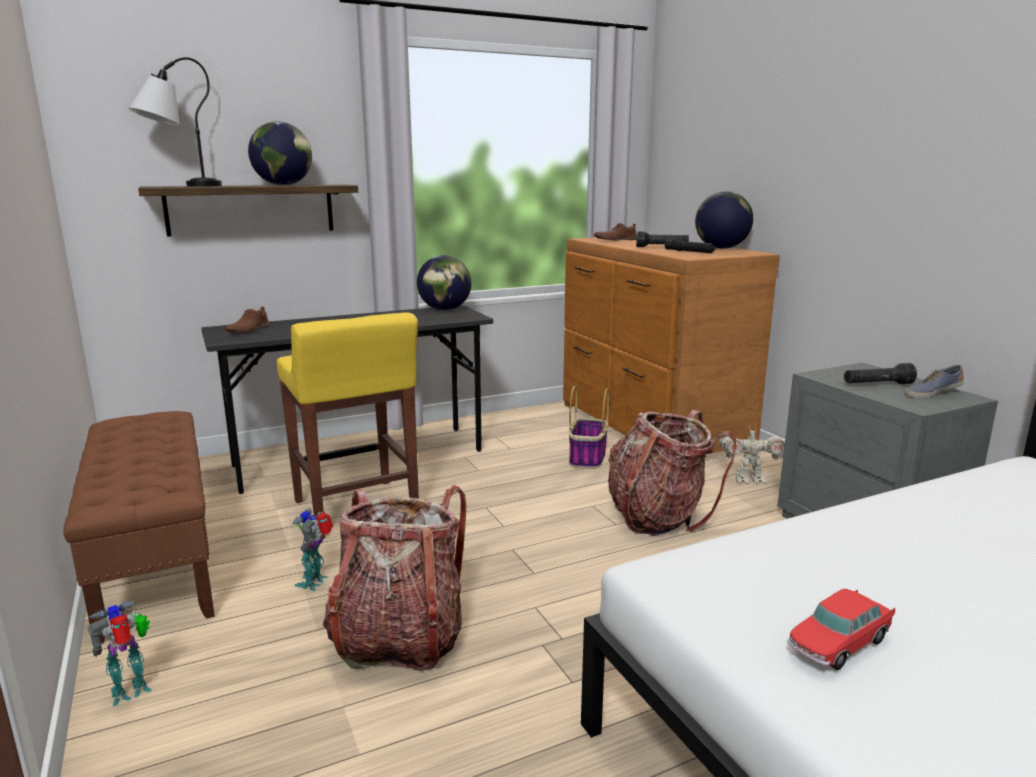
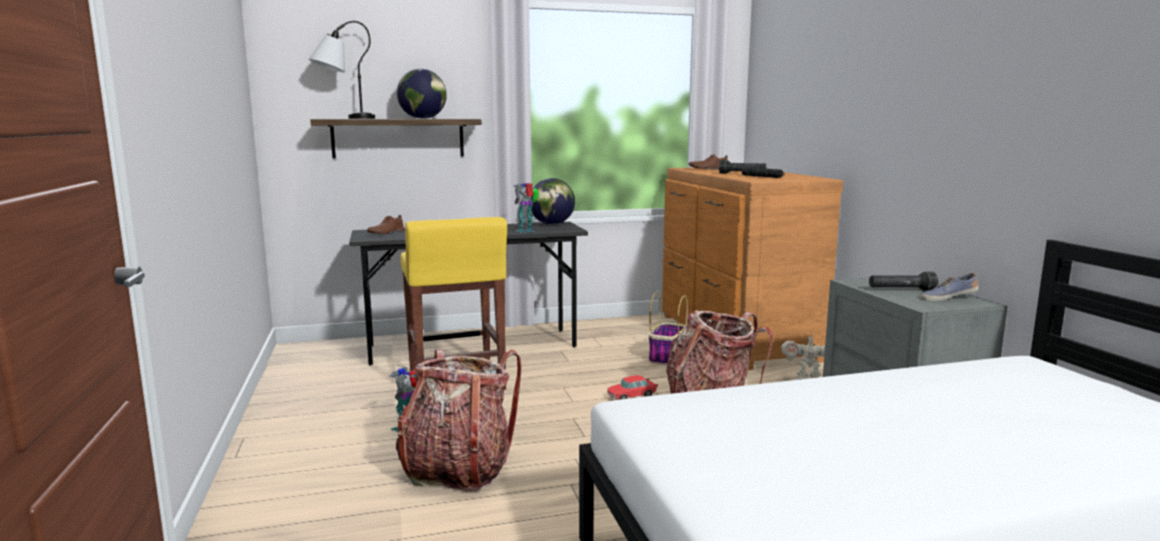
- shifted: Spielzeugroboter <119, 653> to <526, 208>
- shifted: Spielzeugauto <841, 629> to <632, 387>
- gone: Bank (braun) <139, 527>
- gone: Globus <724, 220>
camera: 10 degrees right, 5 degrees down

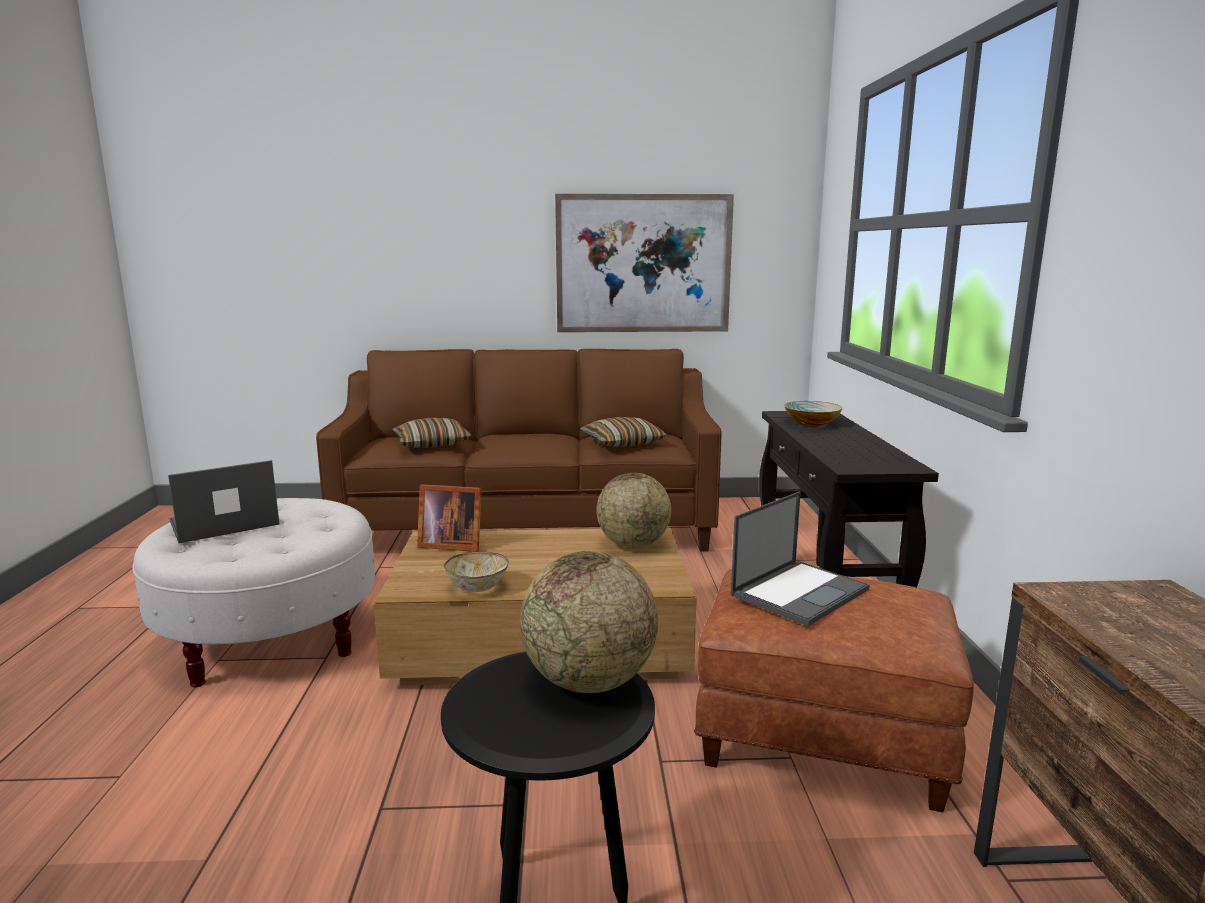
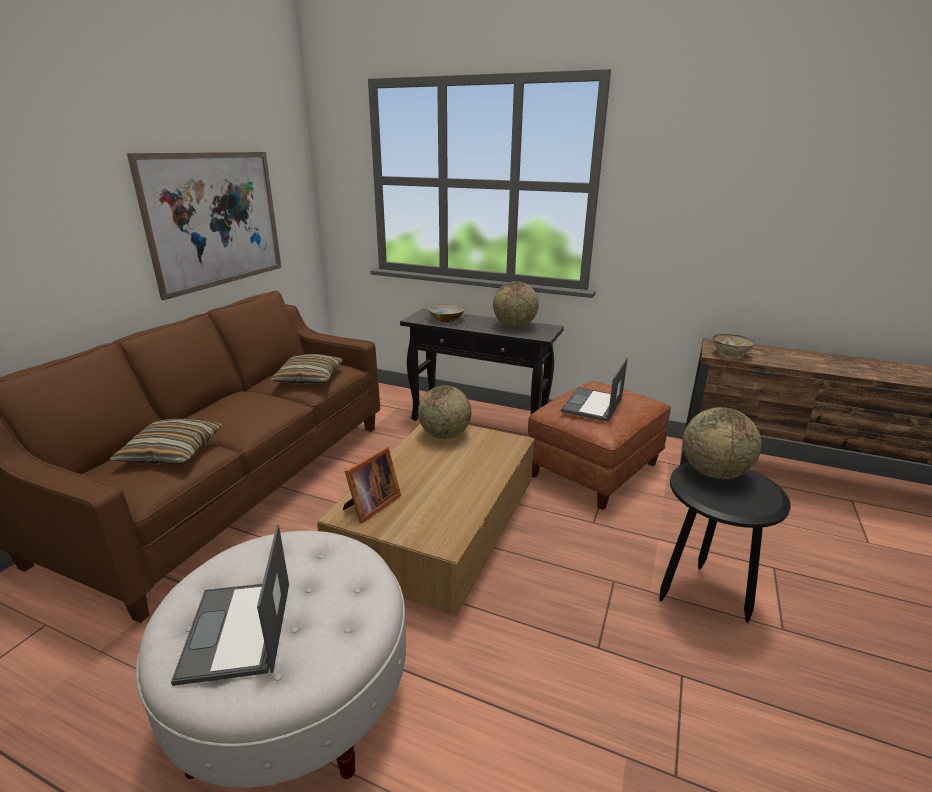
- new: Globus <516, 304>
- rotated: Laptop <800, 558> = <594, 390> 135 degrees counterclockwise
- shifted: Schüssel <476, 572> to <734, 345>
camera: 65 degrees left, 10 degrees up

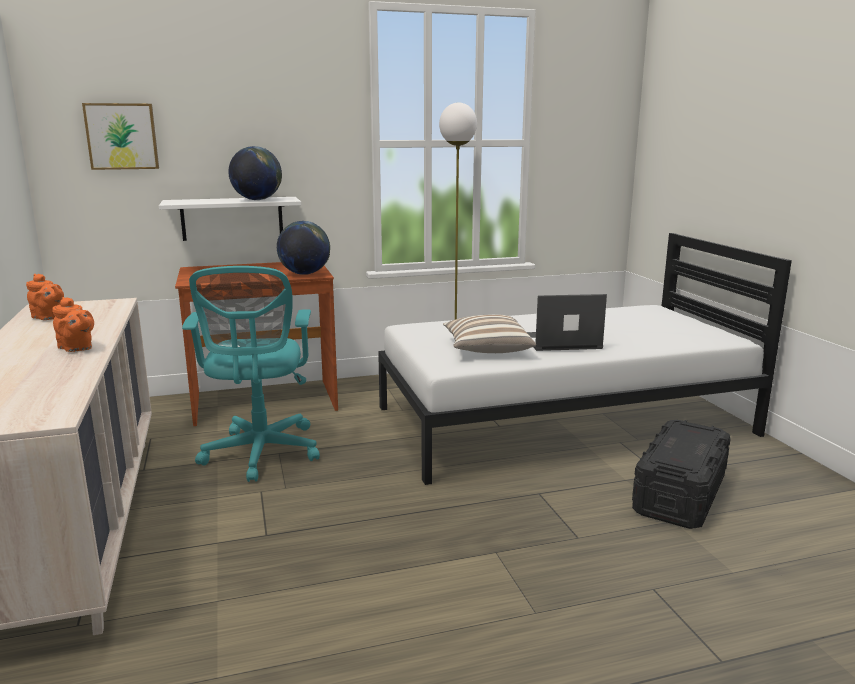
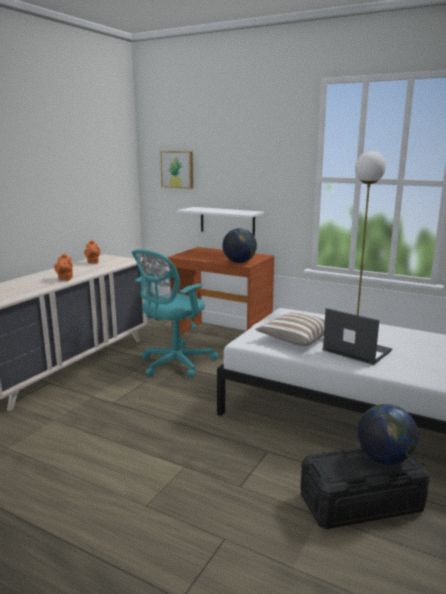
- shifted: Globus <255, 173> to <388, 434>
camera: 45 degrees right, 0 degrees up

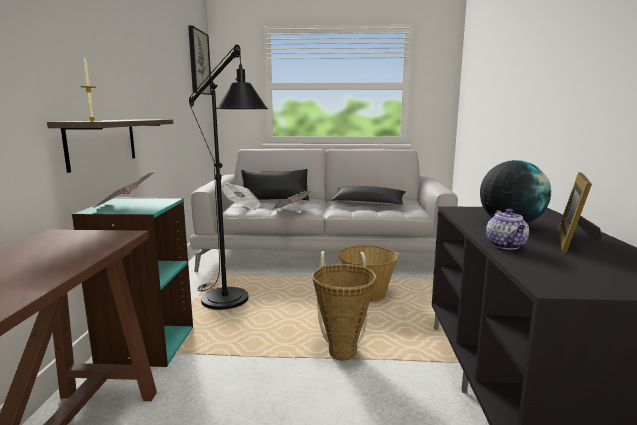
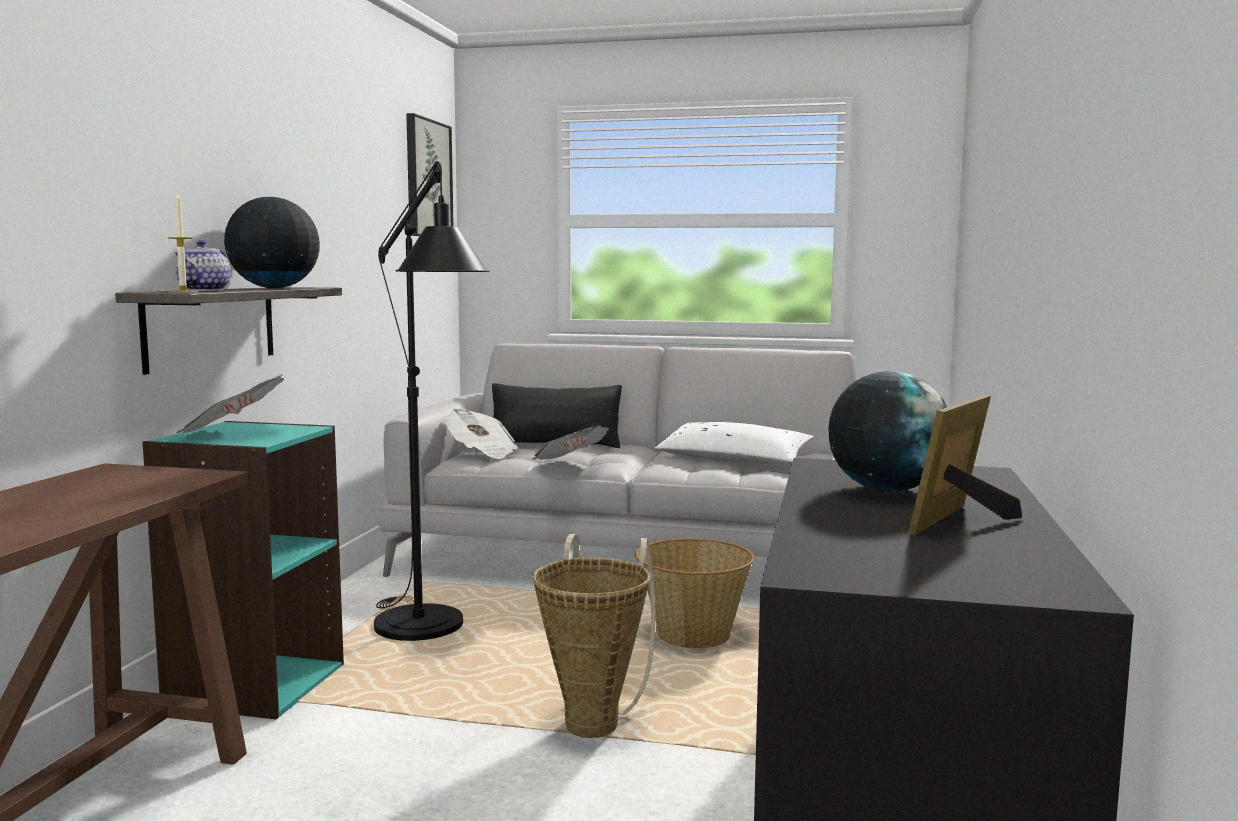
- shifted: Teekanne <507, 229> to <203, 265>
- new: Globus <272, 242>
- repainted: Kissen (schwarz) <368, 196> to Kissen (weiß) <734, 443>
camera: 10 degrees right, 5 degrees down

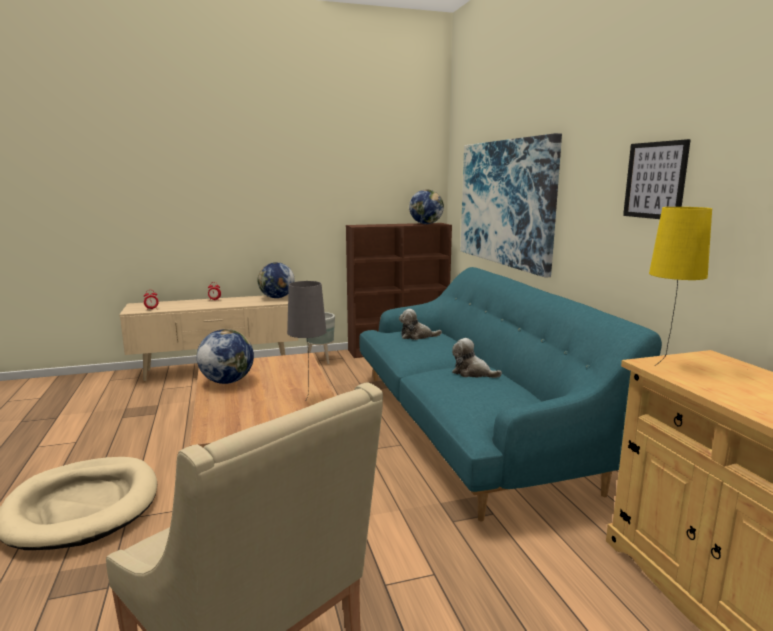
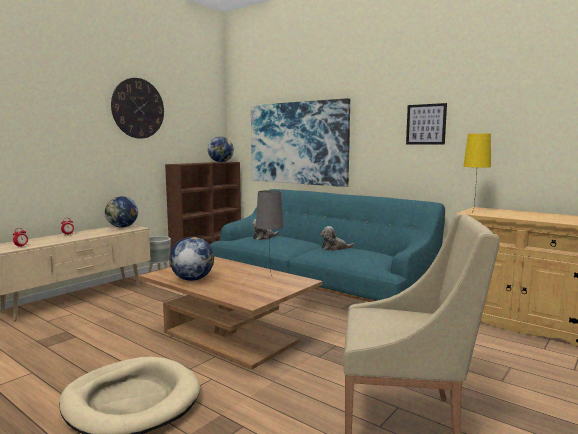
- new: Wanduhr <137, 108>
camera: 35 degrees left, 5 degrees down

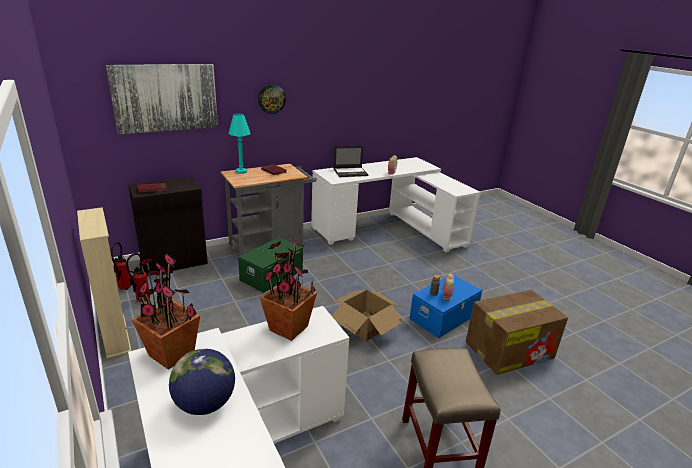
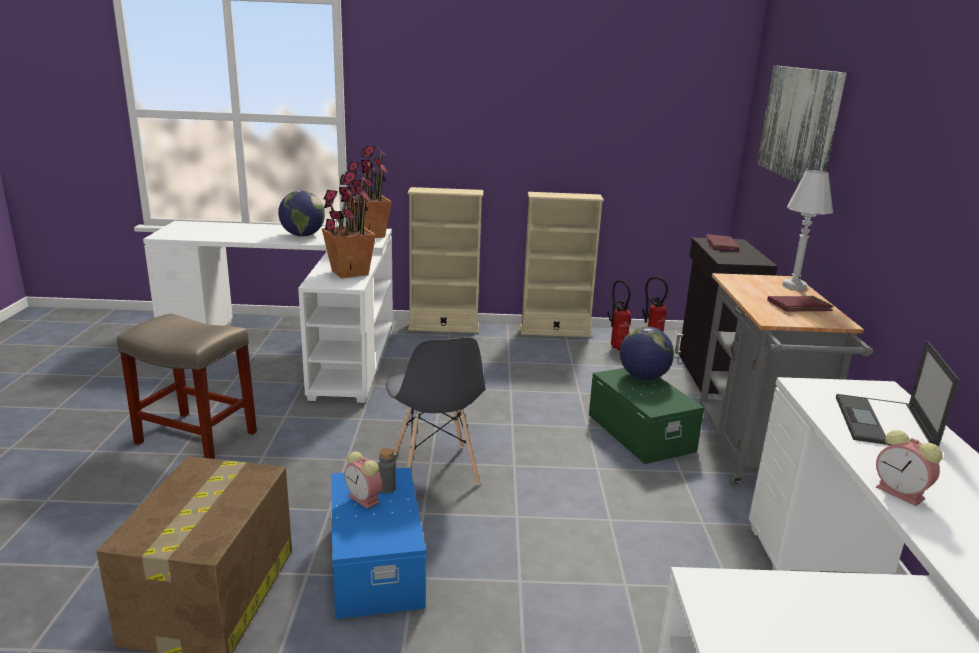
- swapped: Karton <367, 315> to Stuhl (grau) <435, 411>
- new: Bücherregal (beige) <445, 260>
- new: Globus <647, 353>
- repainted: Tischlampe (türkis) <240, 143> to Tischlampe (weiß) <807, 230>
- gone: Wanduhr <272, 99>
camera: 120 degrees right, 5 degrees down

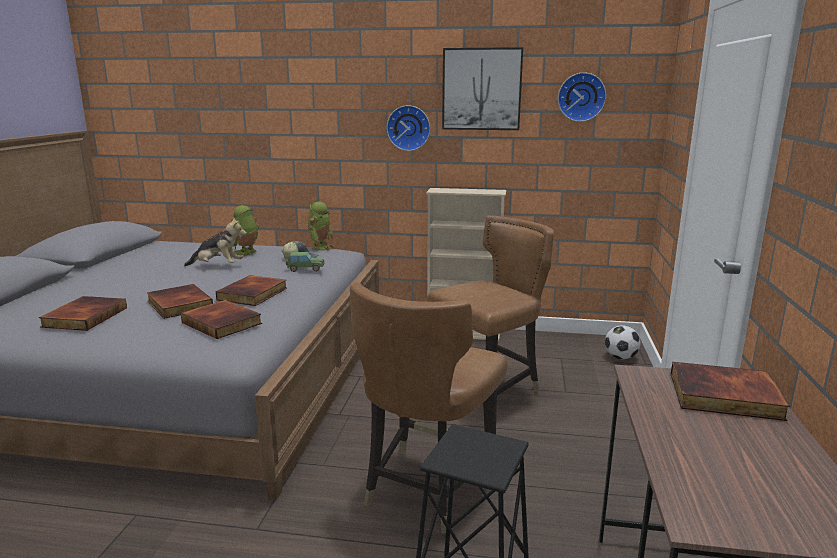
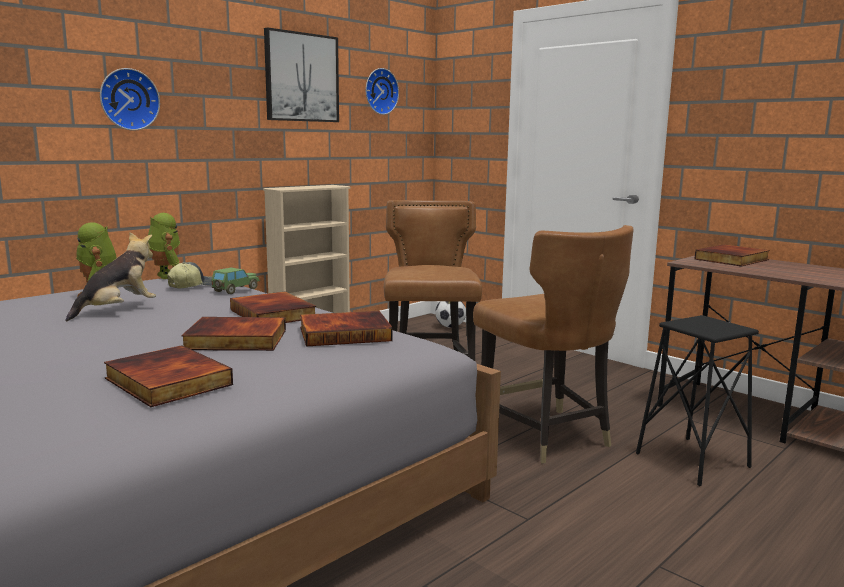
- shifted: Wanduhr <408, 128> to <130, 99>
camera: 55 degrees left, 5 degrees down

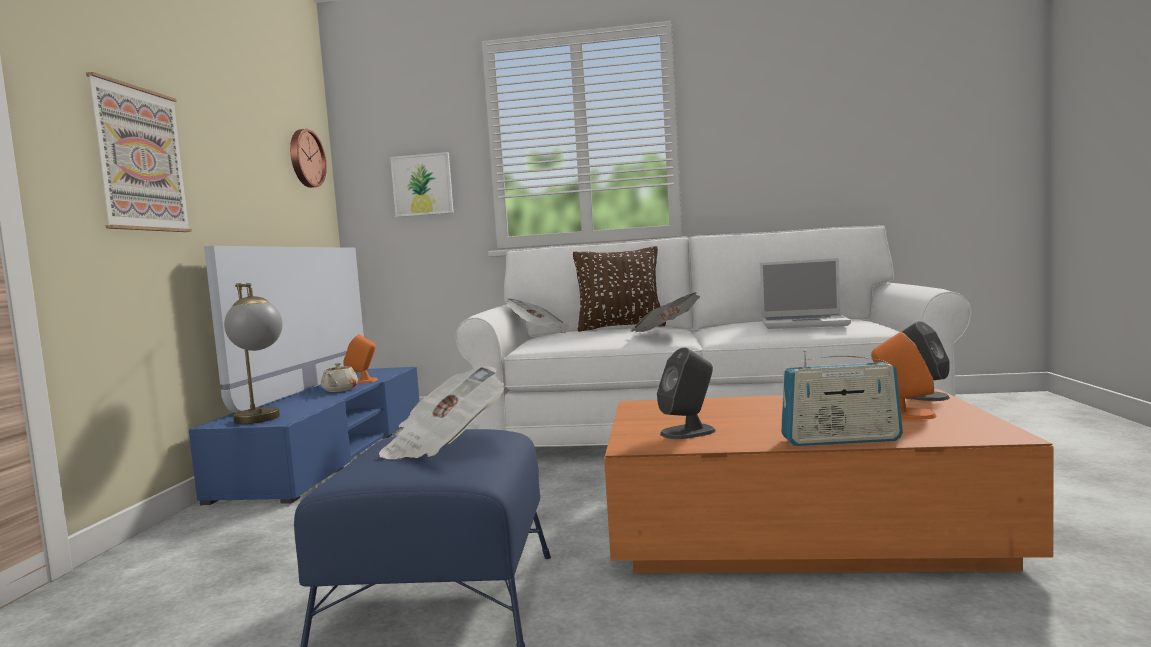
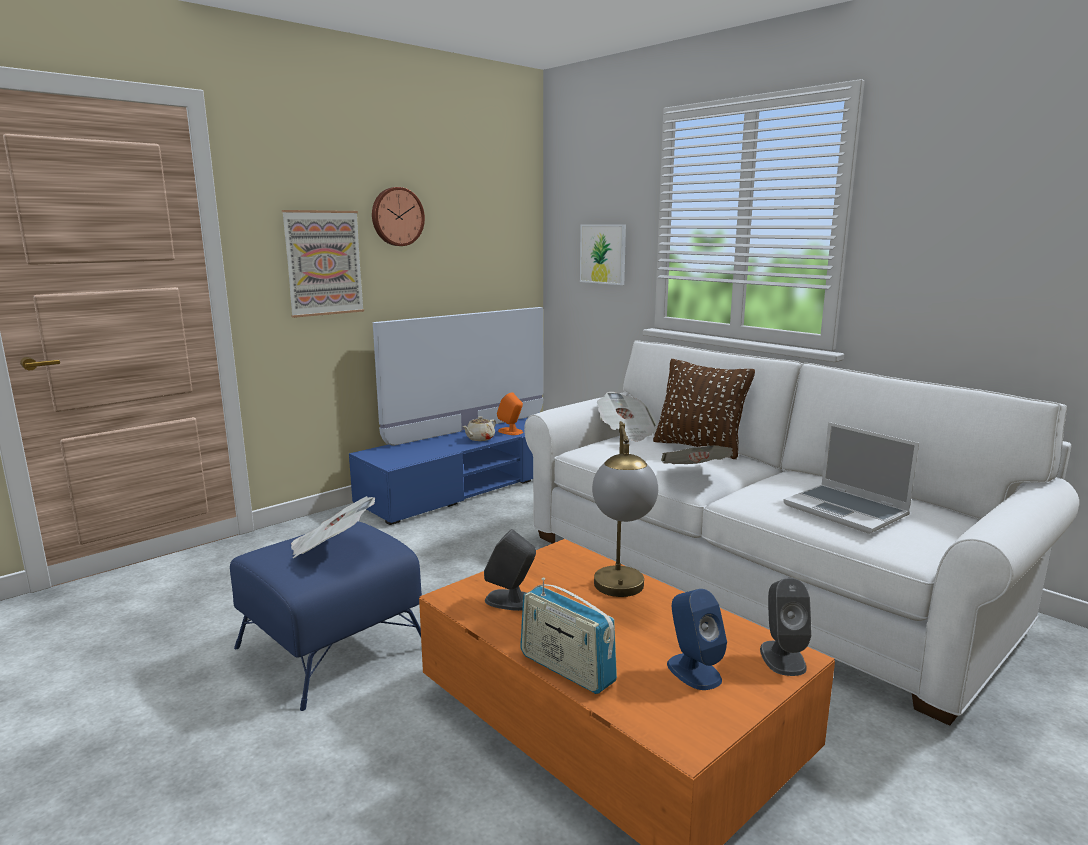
- shifted: Wanduhr <308, 158> to <398, 216>
- shifted: Tischlampe <253, 353> to <625, 509>
- repainted: Lautsprecher (orange) <904, 376> to Lautsprecher (blau) <697, 639>
camera: 40 degrees right, 10 degrees up

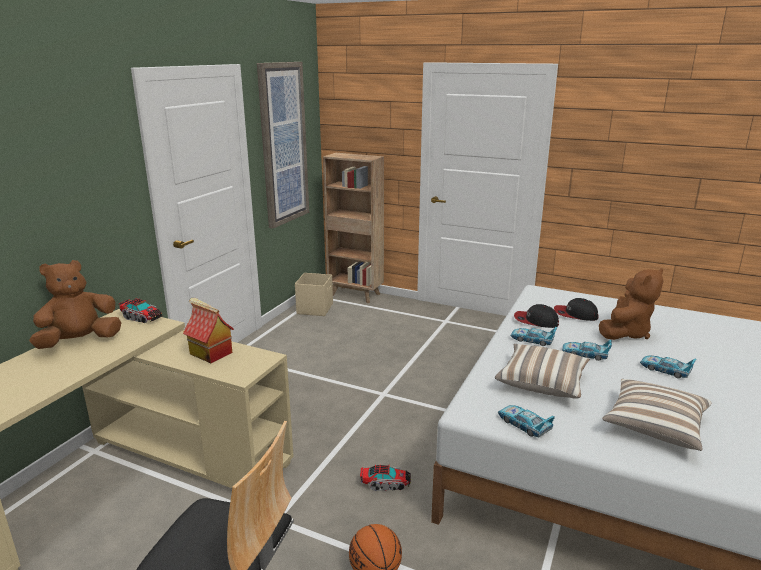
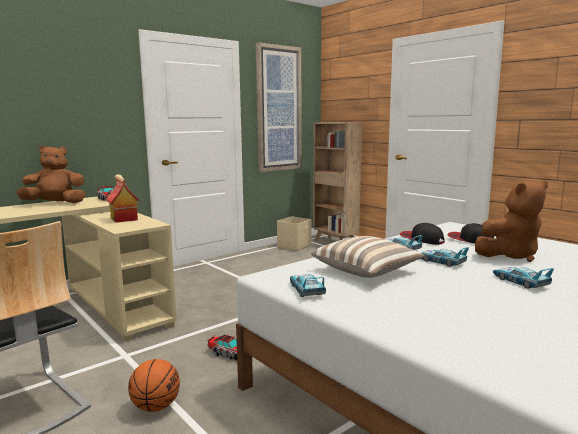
- gone: Kissen <657, 415>
camera: 25 degrees right, 10 degrees down

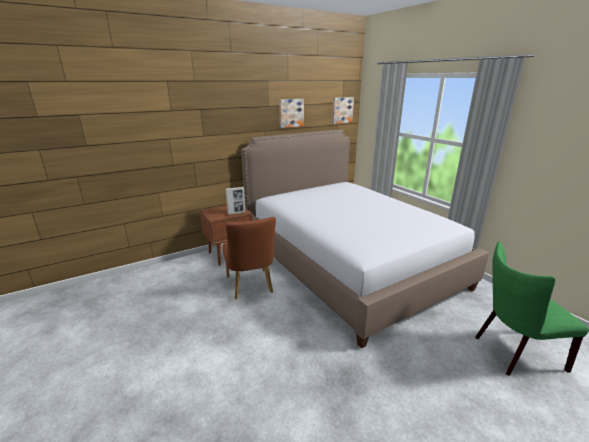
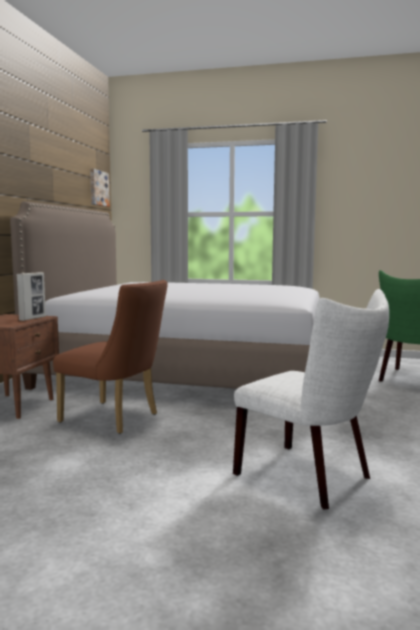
- new: Stuhl (weiß) <311, 399>
- gone: Bild <292, 113>
camera: 45 degrees left, 15 degrees down

